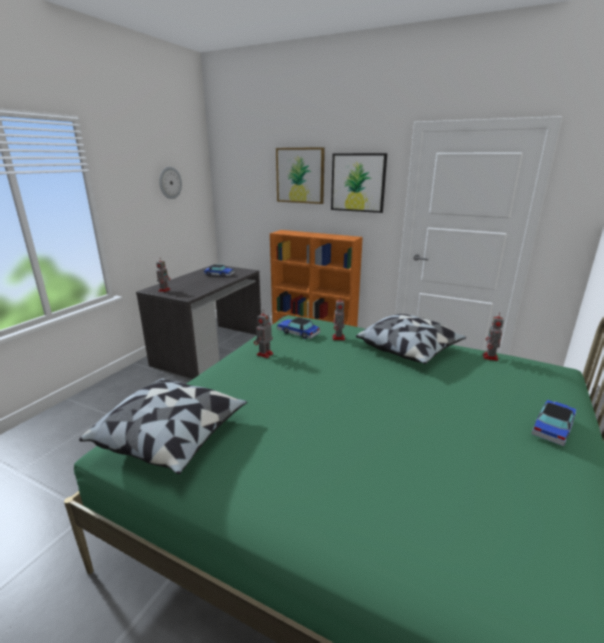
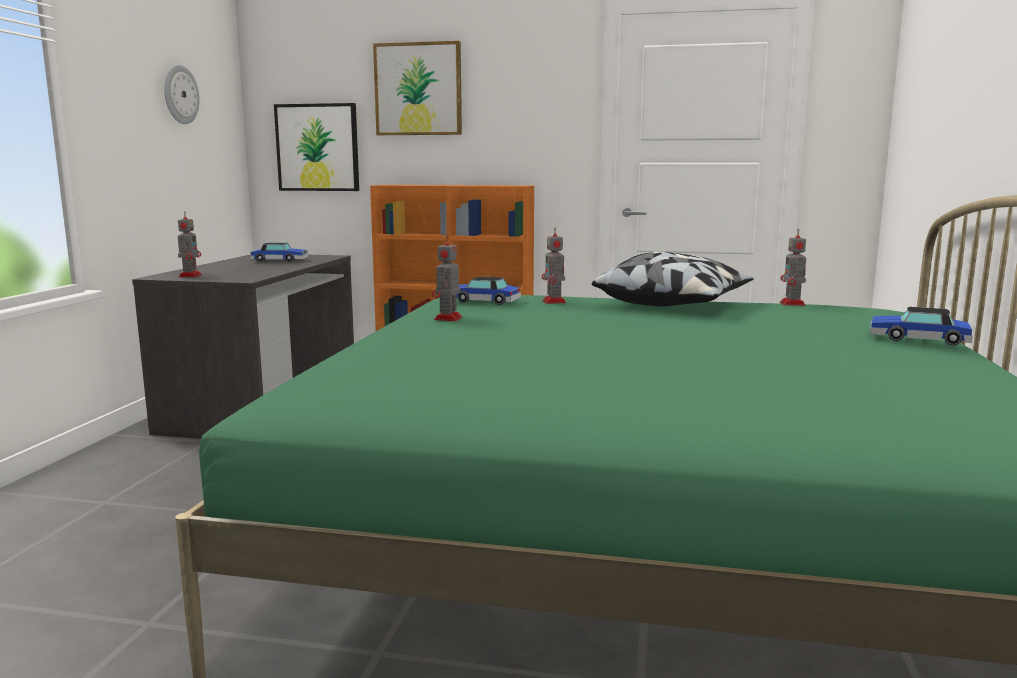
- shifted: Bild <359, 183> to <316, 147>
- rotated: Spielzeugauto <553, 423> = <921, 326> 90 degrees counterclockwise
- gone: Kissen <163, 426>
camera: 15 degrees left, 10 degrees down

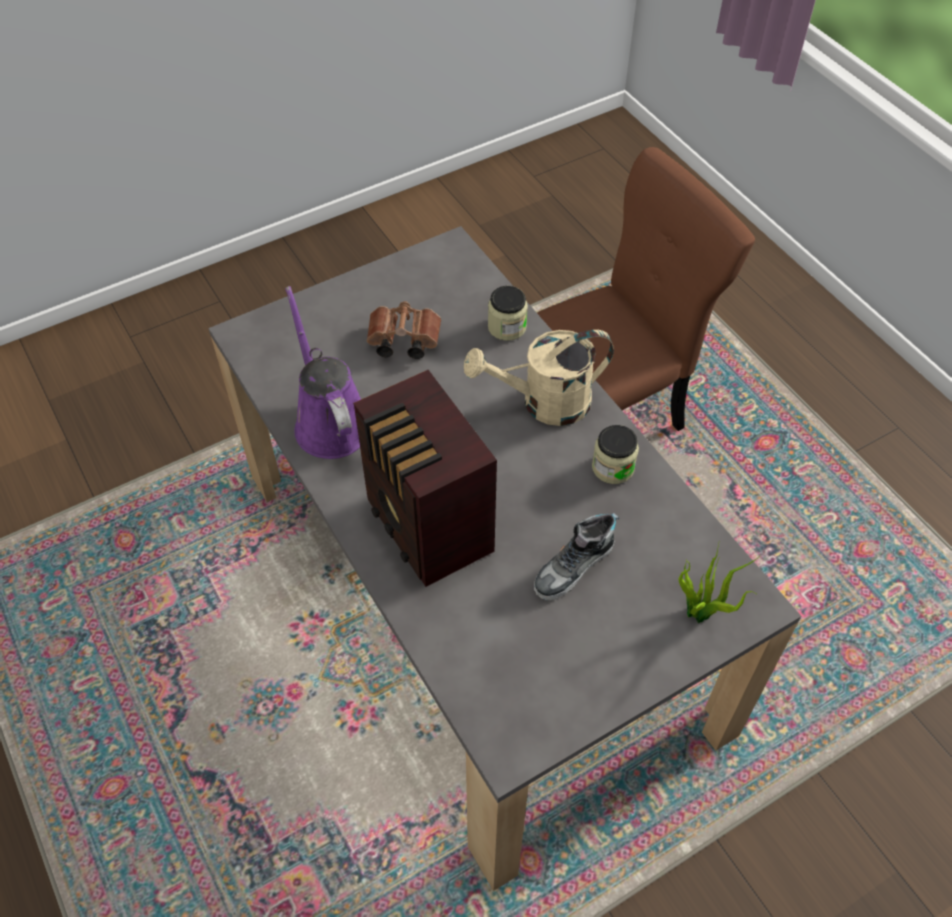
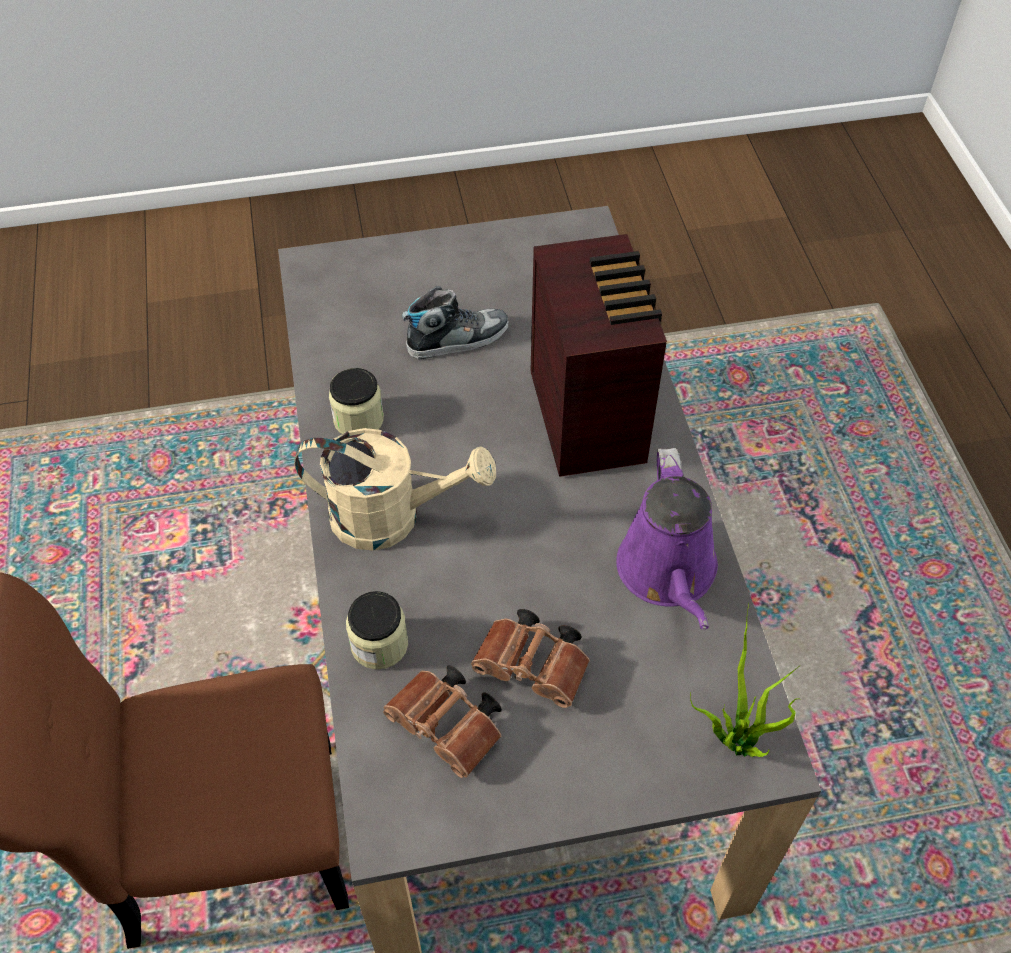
- new: Fernglas (braun) <442, 721>
- shifted: Topfpflanze <719, 583> to <745, 680>
camera: 160 degrees left, 0 degrees up

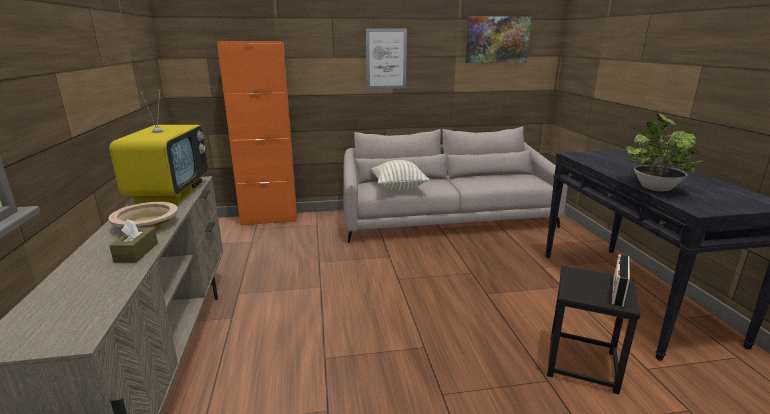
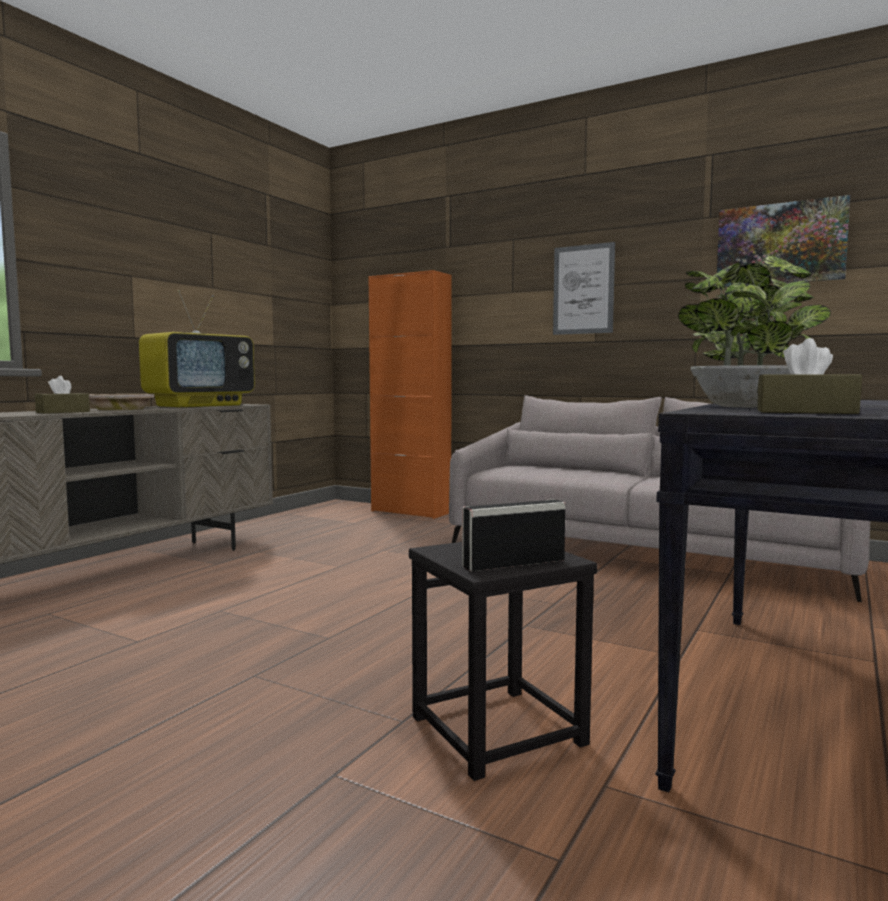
- new: Taschentuchbox (braun) <809, 376>
- gone: Kissen <400, 175>
camera: 40 degrees right, 15 degrees down

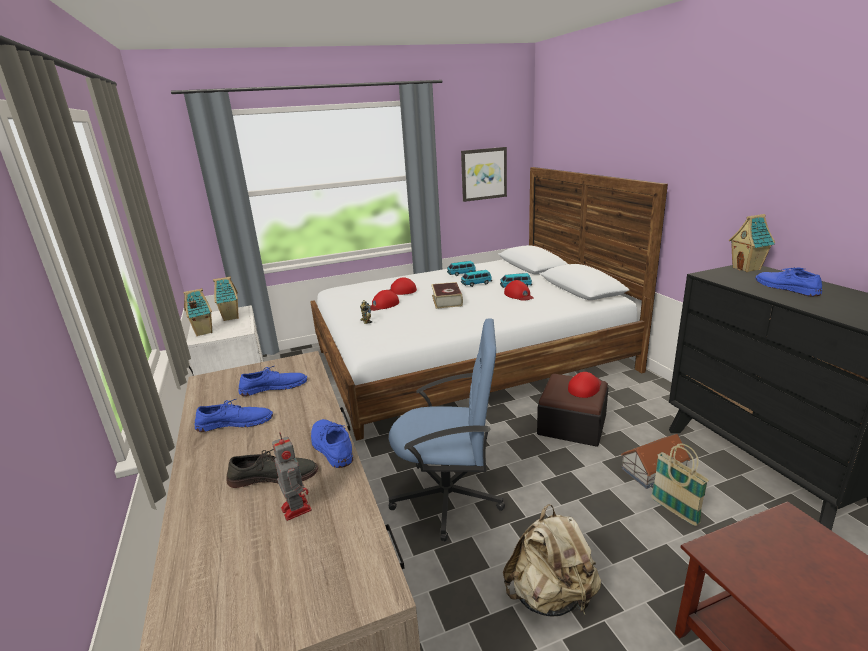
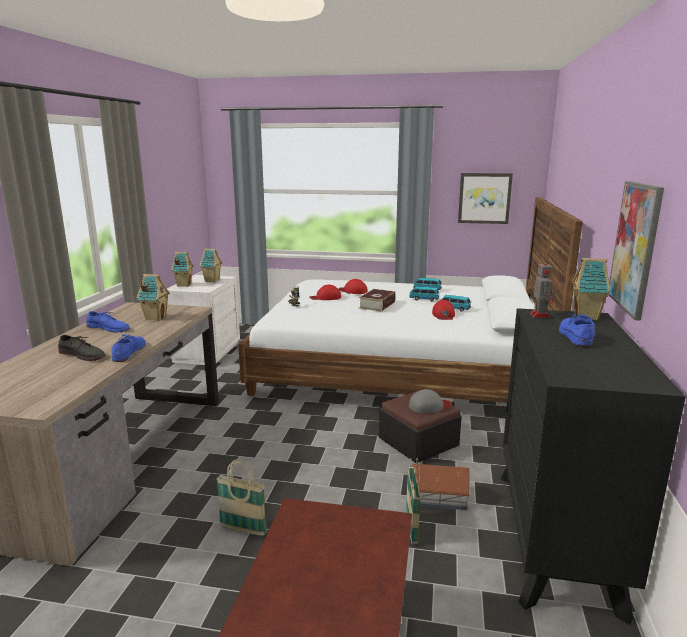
- swapped: Schuh (blau) <273, 381> to Spielzeughaus <153, 297>
- swapped: Rucksack (beige) <552, 560> to Korb <241, 497>
- repainted: Kappe (rot) <584, 385> to Kappe (grau) <430, 401>
- shifted: Spielzeugroboter <291, 477> to <541, 288>
- new: Bild <636, 251>
- gone: Bürostuhl (blau) <446, 430>
camera: 30 degrees right, 5 degrees down

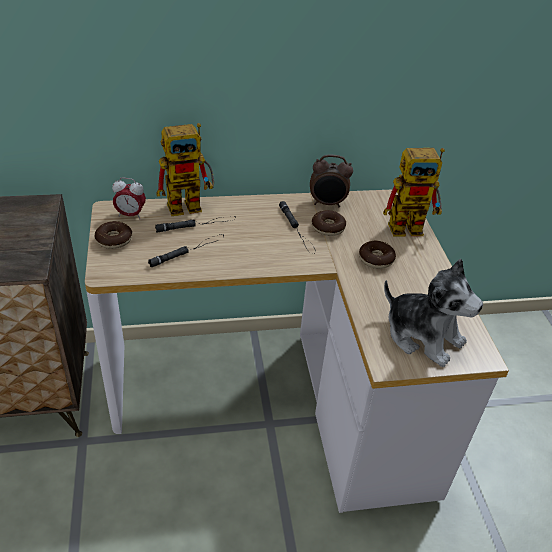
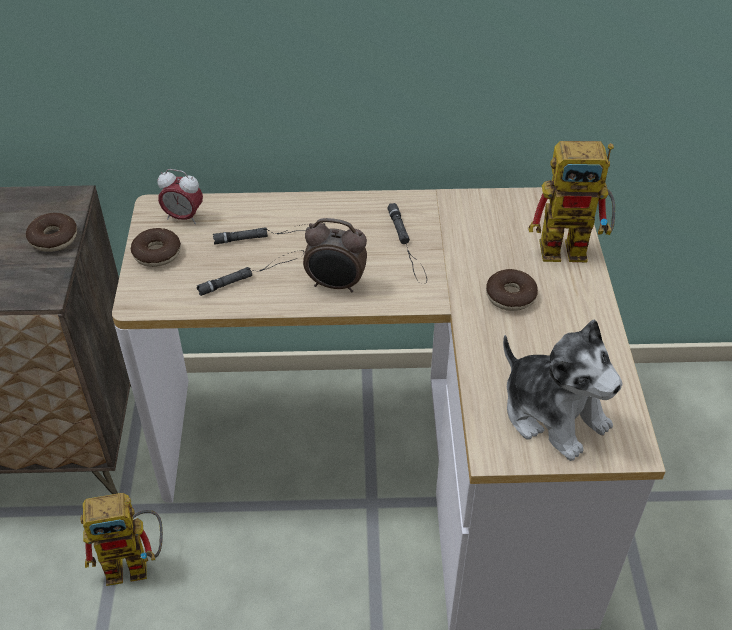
- shifted: Donut <329, 223> to <51, 232>
- shifted: Spielzeugroboter <185, 169> to <121, 539>
- shifted: Wecker <331, 181> to <335, 255>
camera: 10 degrees right, 5 degrees up

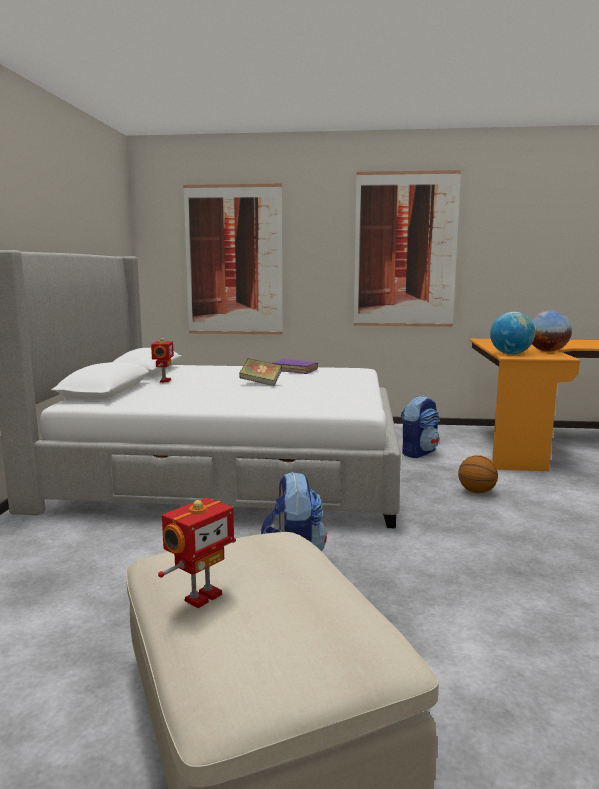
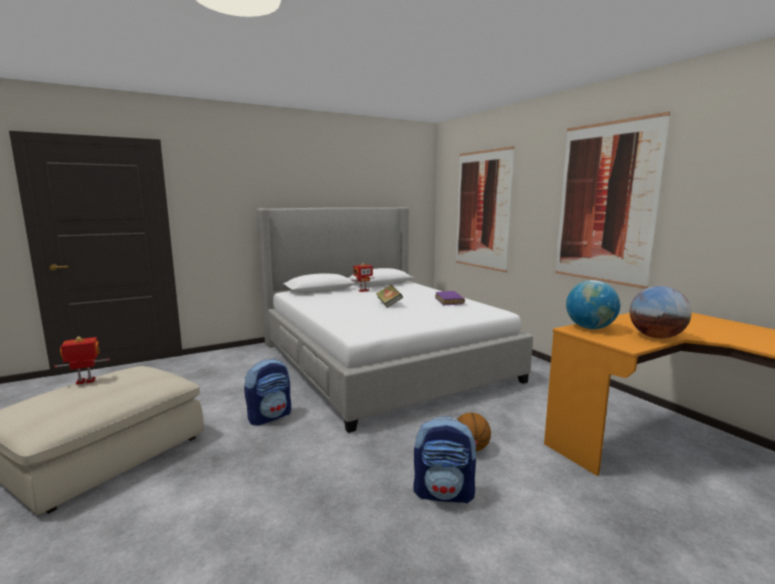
- rotated: Spielzeugroboter <197, 553> = <82, 360> 150 degrees clockwise
- shifted: Rucksack <420, 427> to <446, 459>
camera: 55 degrees right, 0 degrees up

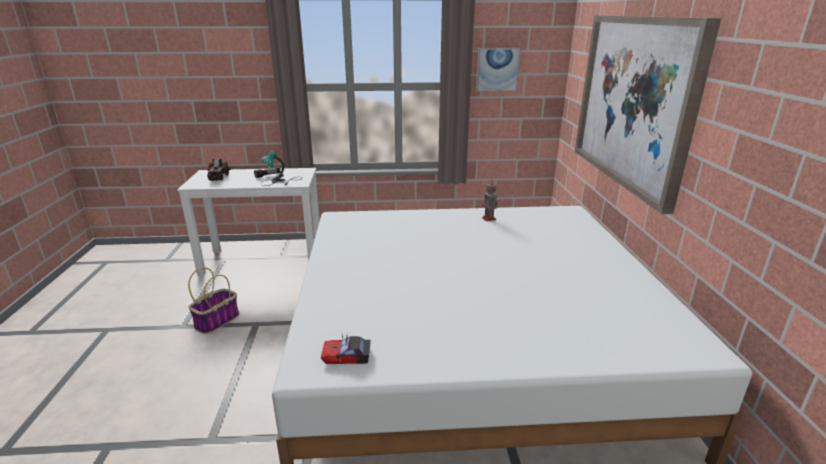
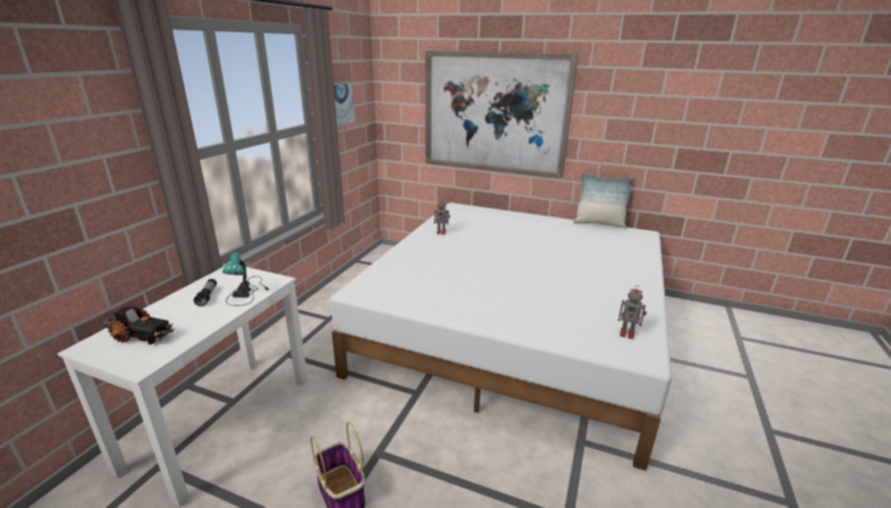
- new: Kissen <603, 200>
- swapped: Spielzeugauto <346, 349> to Spielzeugroboter <632, 312>
camera: 65 degrees left, 0 degrees up

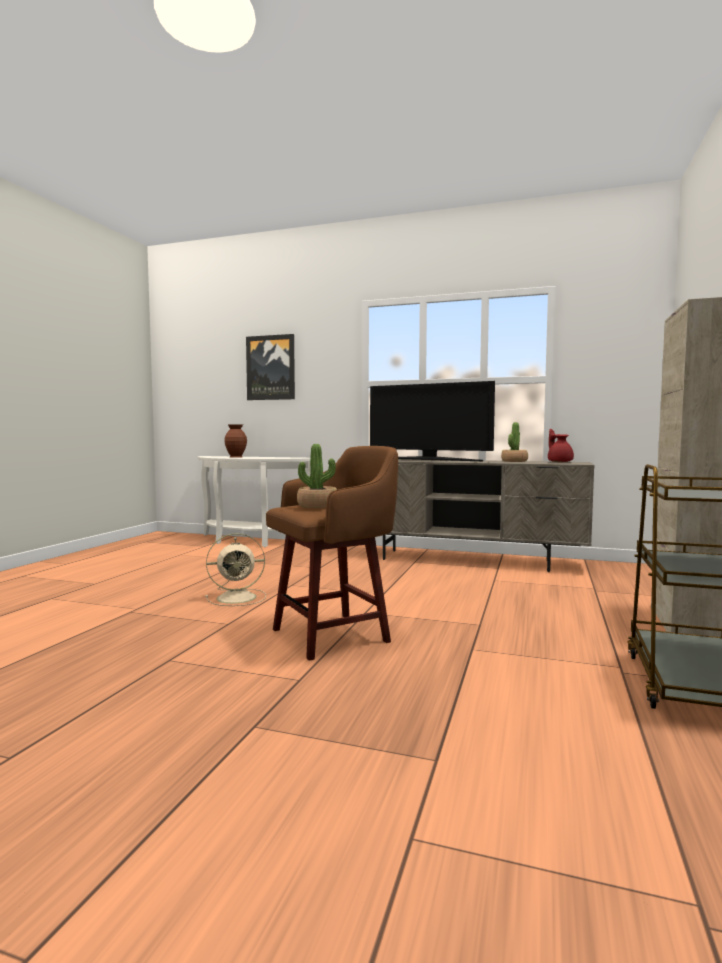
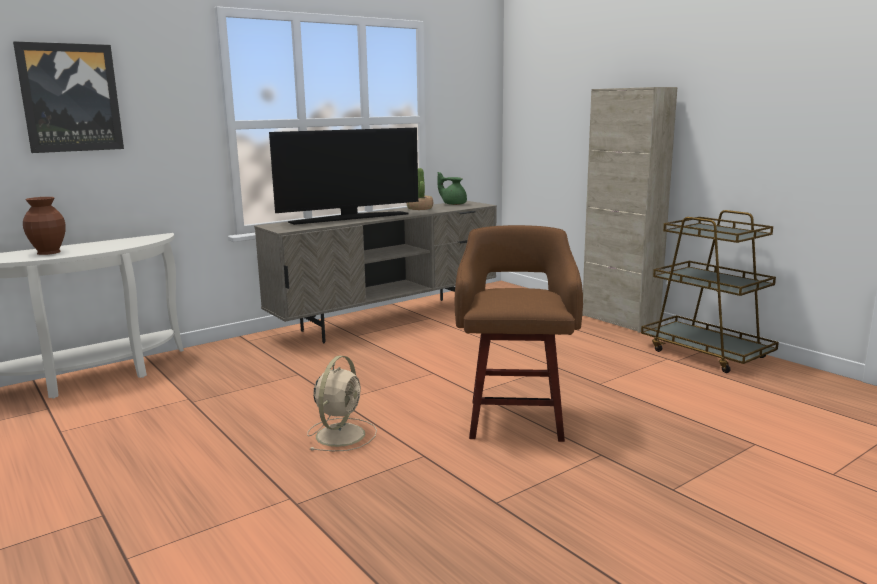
- repainted: Teekanne (rot) <561, 445> to Teekanne (grün) <452, 188>
- gone: Topfpflanze <317, 476>
camera: 55 degrees left, 10 degrees up

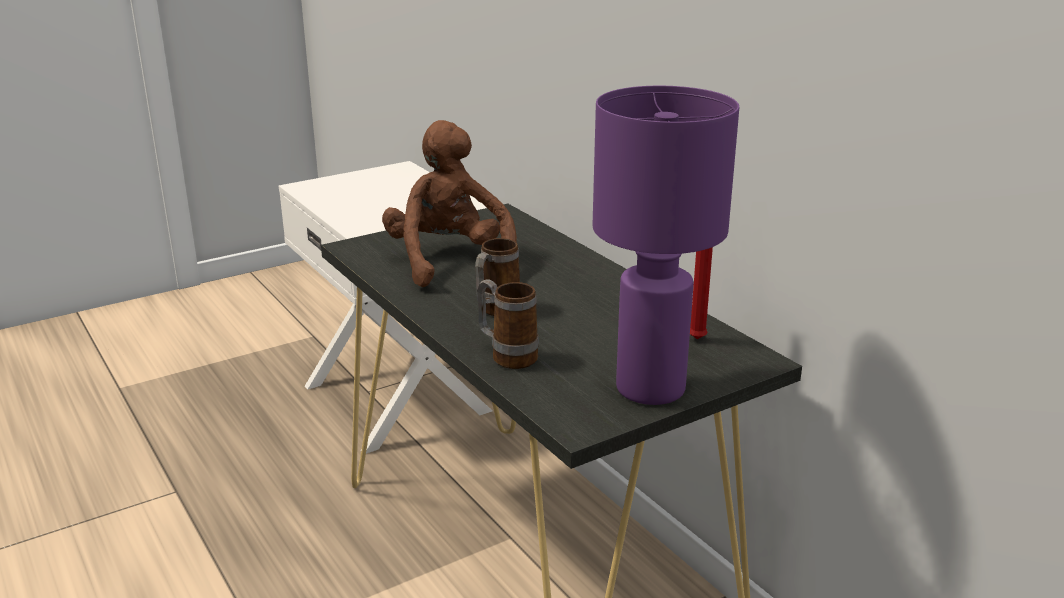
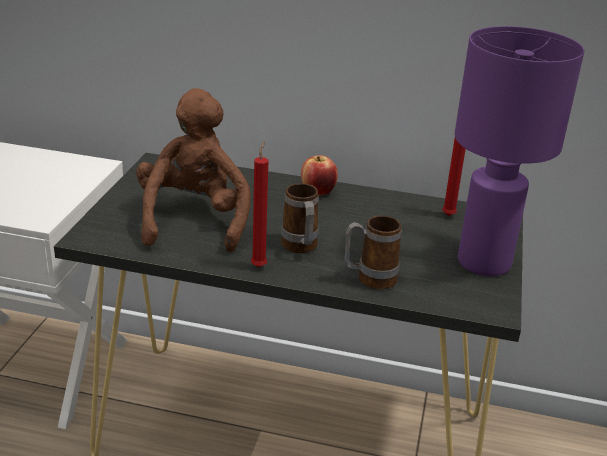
- rotated: Plüschtier (braun) <449, 203> = <193, 170> 60 degrees clockwise
- new: Kerze (rot) <259, 204>
- new: Apfel <319, 175>
camera: 45 degrees left, 5 degrees up

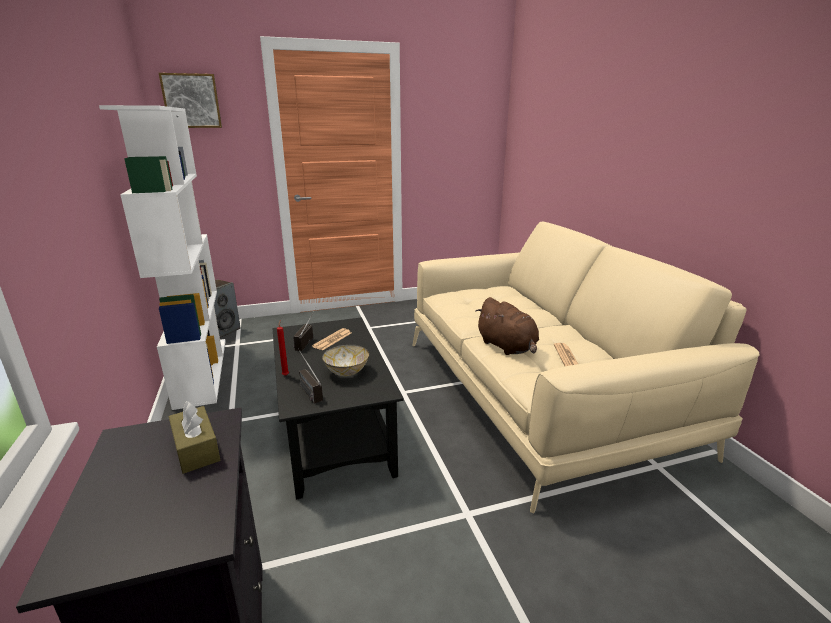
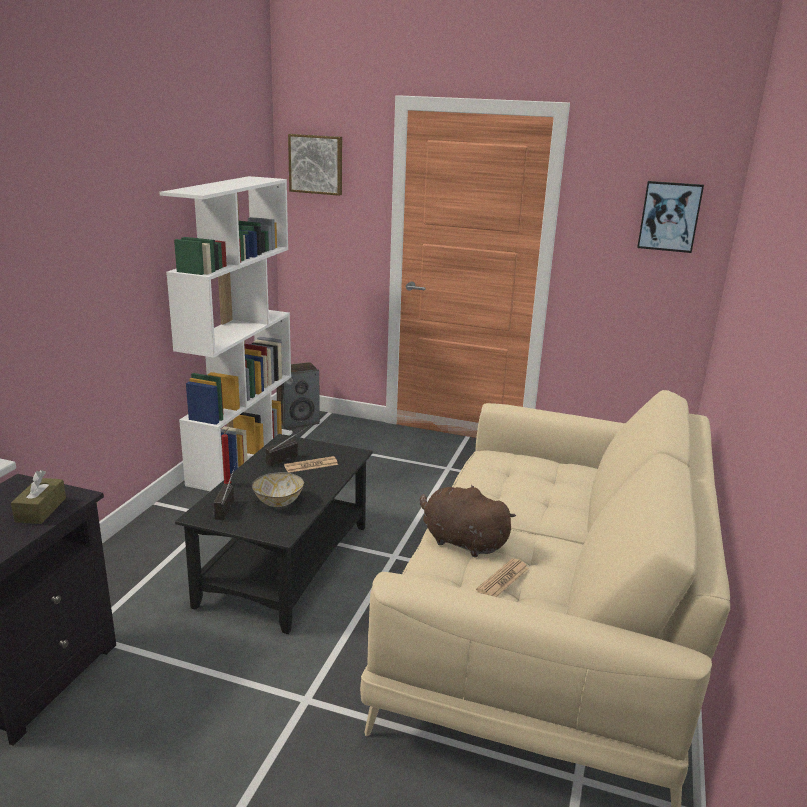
- rotated: Plüschtier (braun) <507, 326> = <468, 521> 120 degrees clockwise
- new: Bild <670, 217>
camera: 35 degrees right, 0 degrees up

